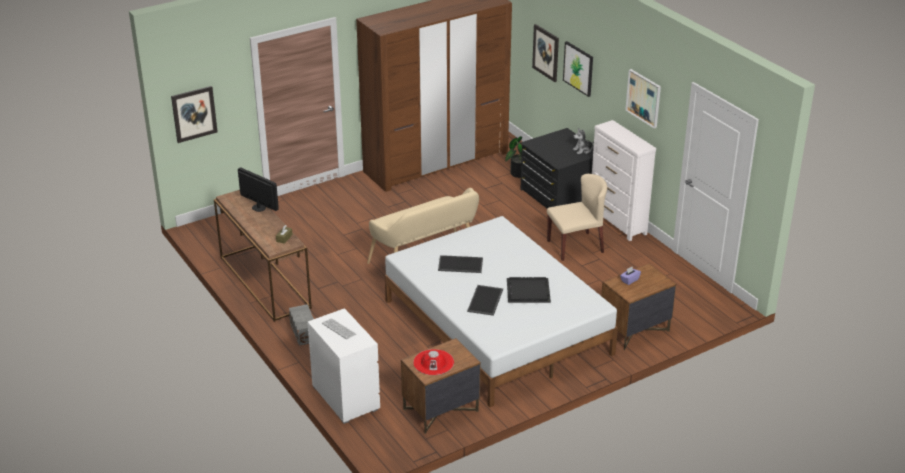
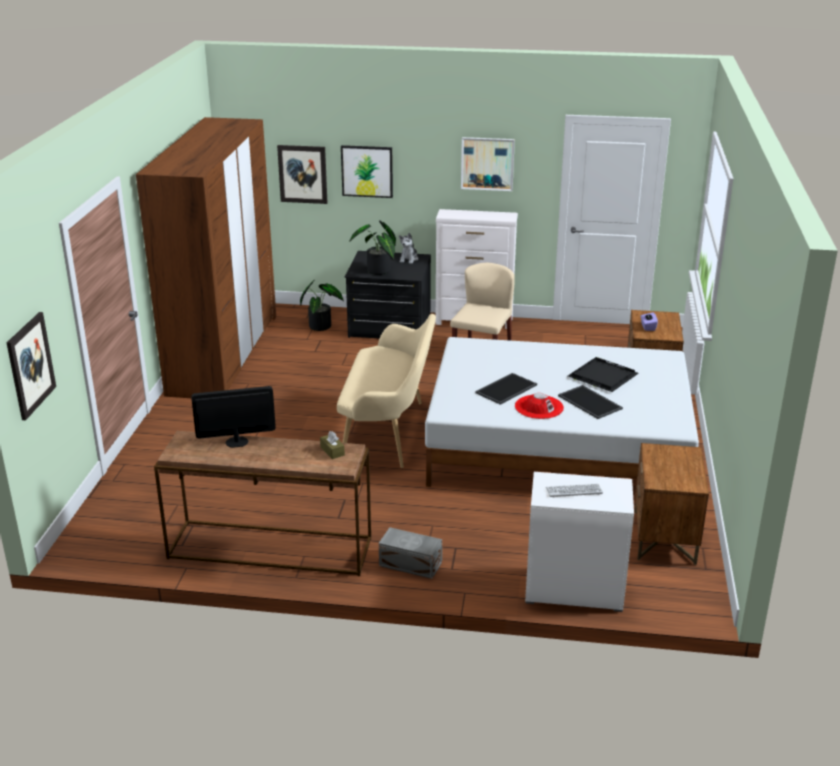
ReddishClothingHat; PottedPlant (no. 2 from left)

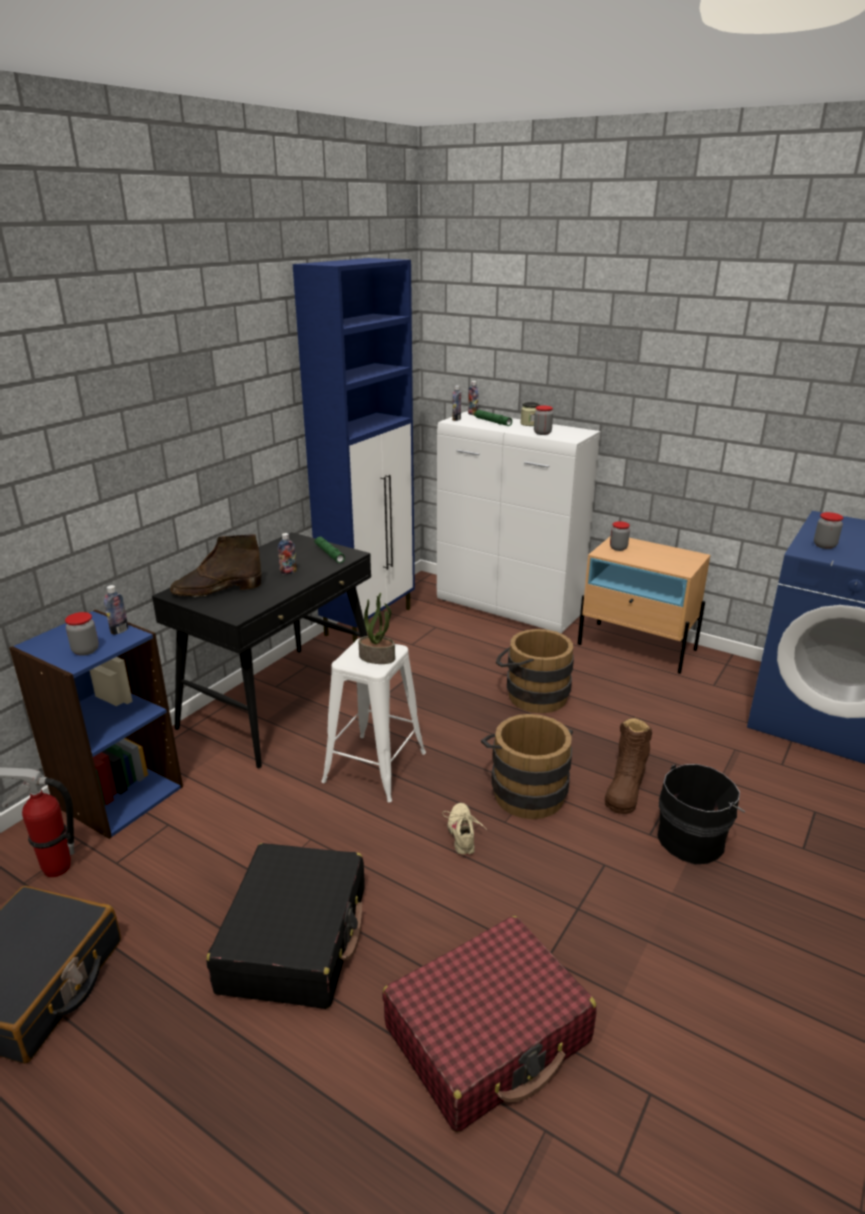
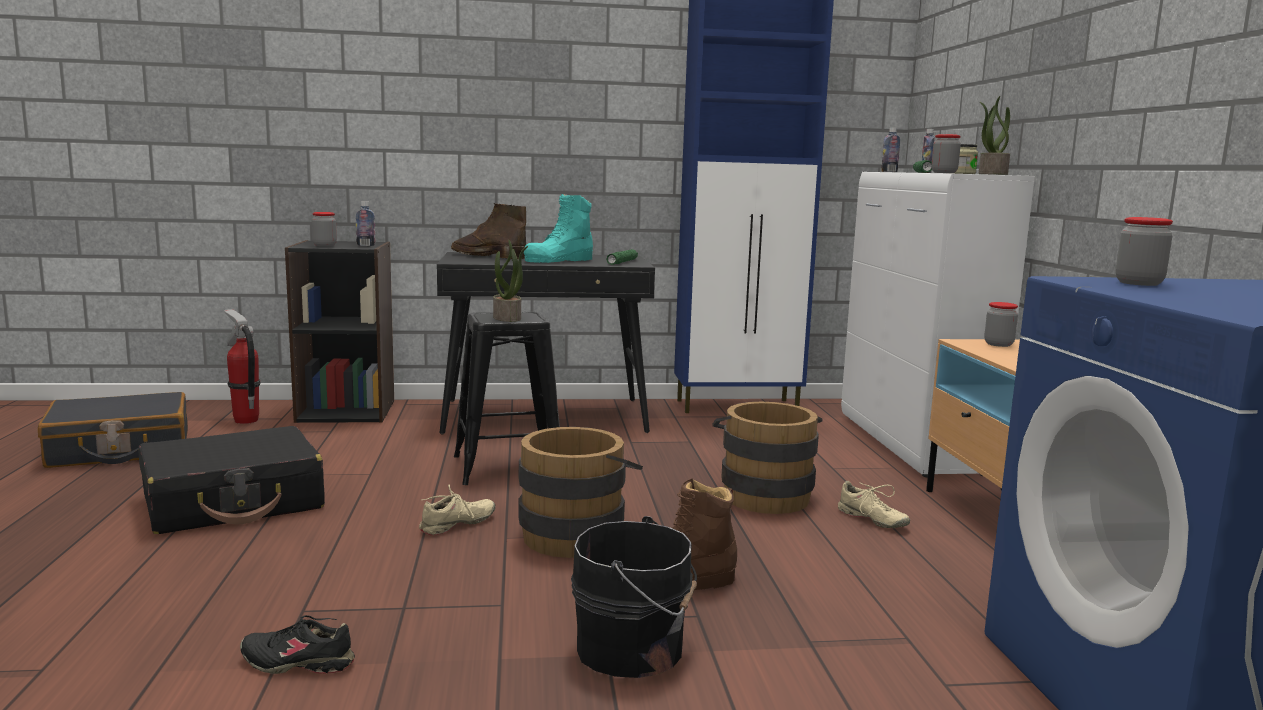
TurquoiseColouredTallBoot; BlackShelvingUnit; BlackStoolSeat; ReddishSuitcase; PottedPlant (no. 2 from left); BeigeItemOfFootwear (no. 2 from left); BlackItemOfFootwear

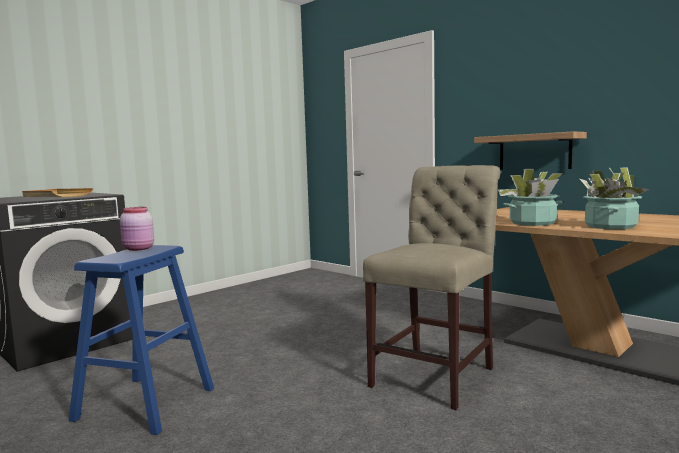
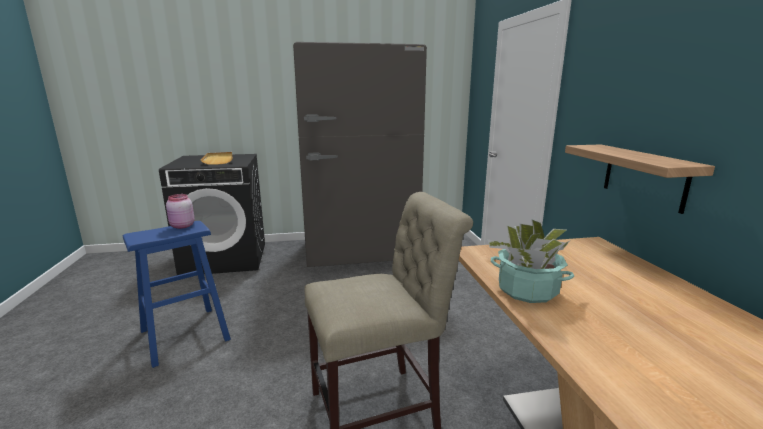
PottedPlant (no. 2 from left in the first image); GrayRefrigerator

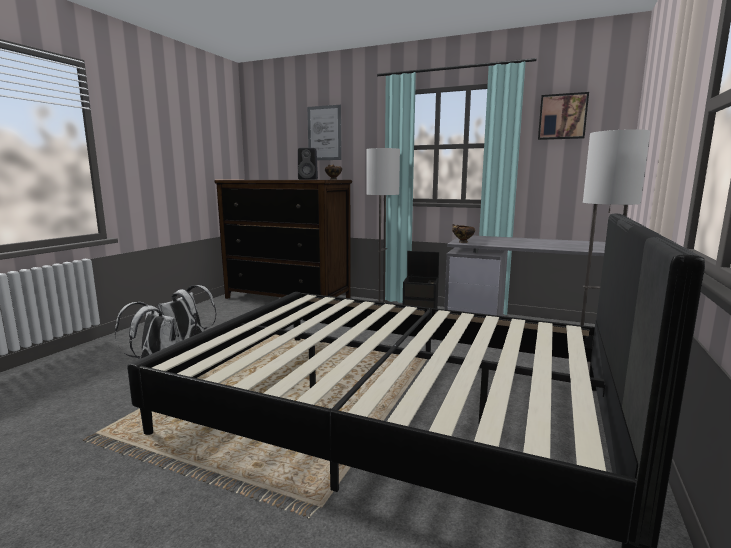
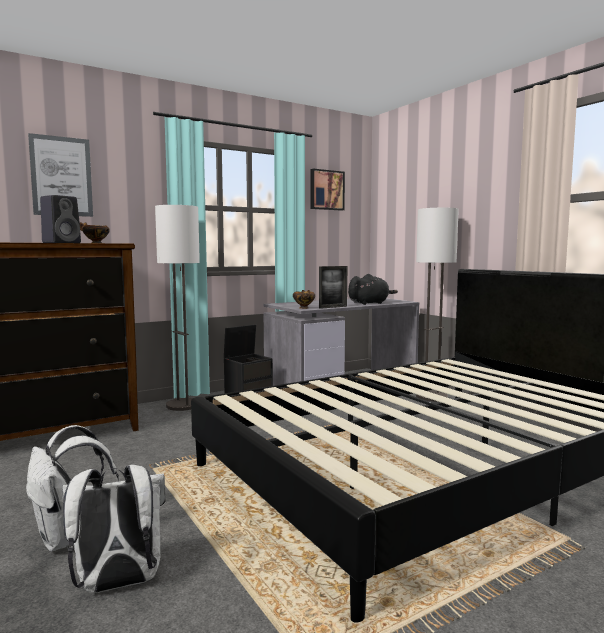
PhotoFrame; BlackSoftToy

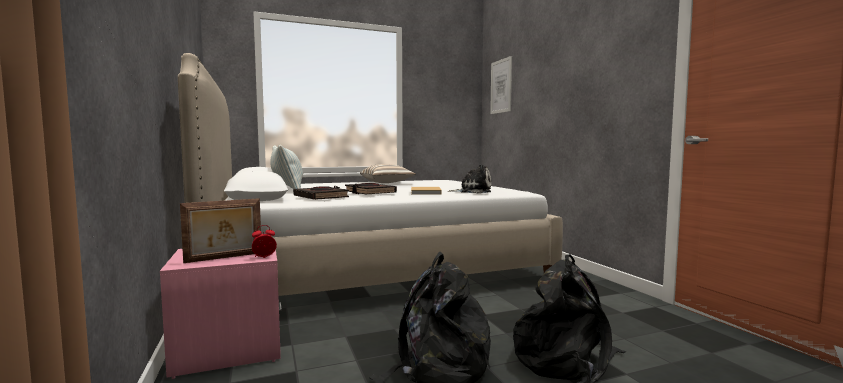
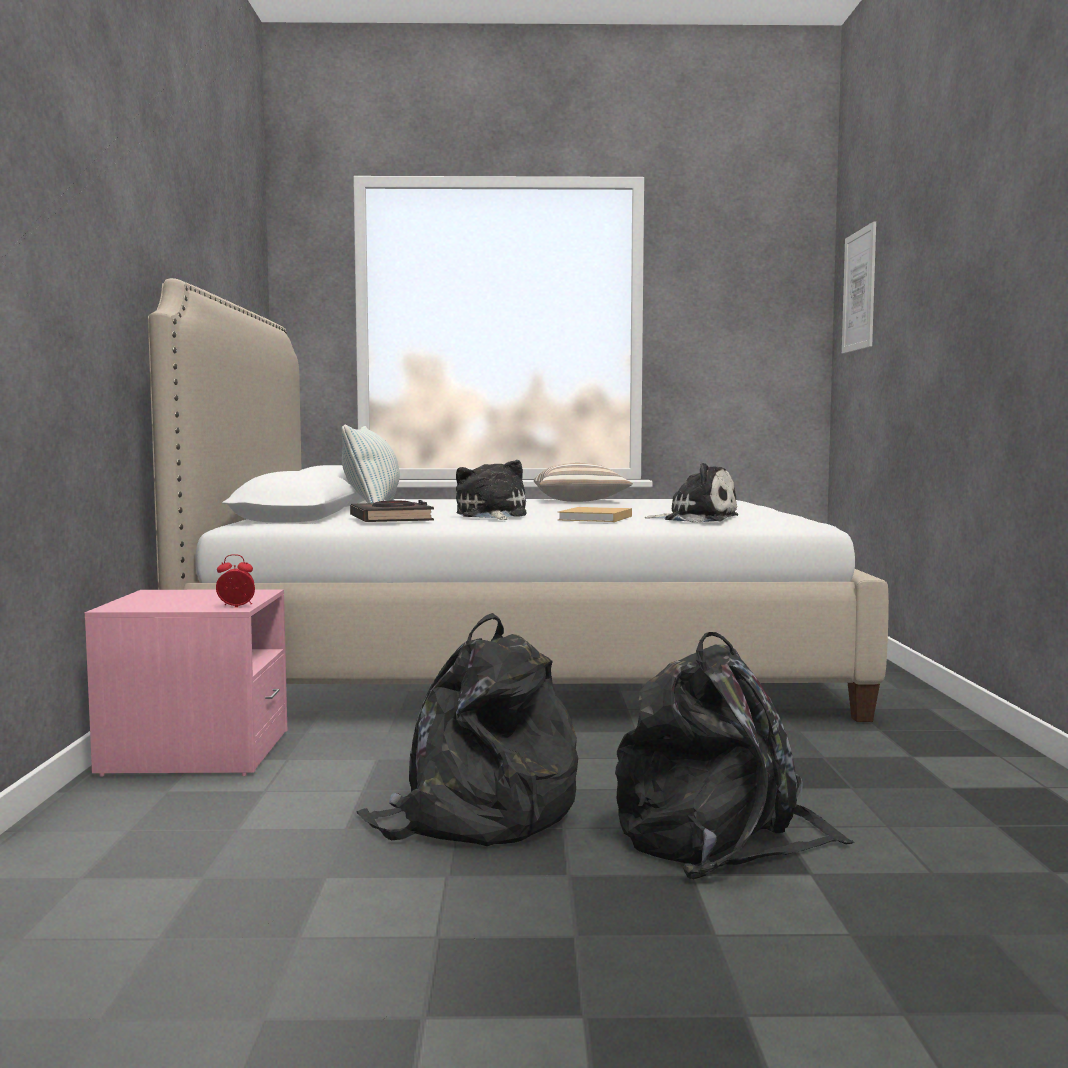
SoftToy (no. 1 from left); PhotoFrame

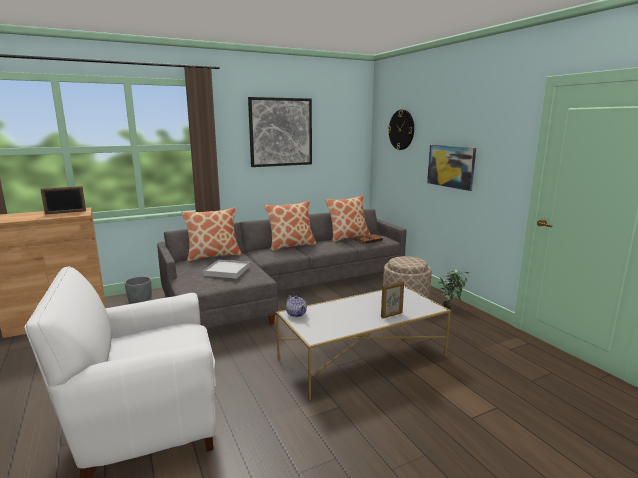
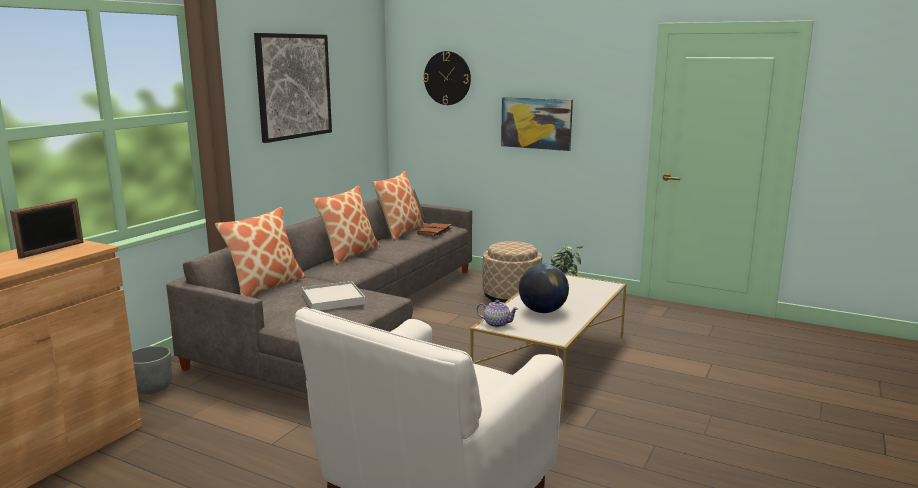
PhotoFrame (no. 2 from left in the first image); WorldGlobe

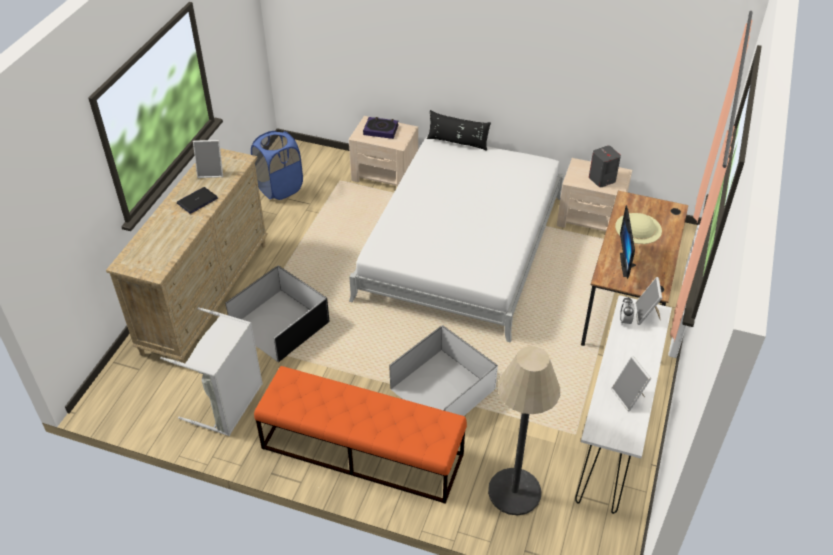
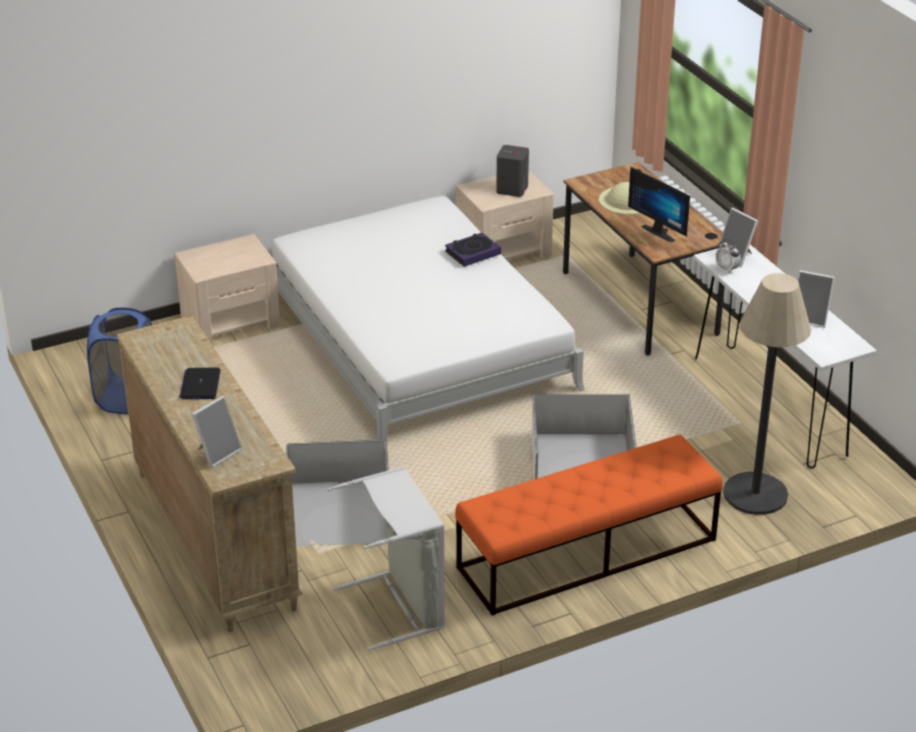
BlackPillow; Book; PhotoFrame (no. 1 from left)

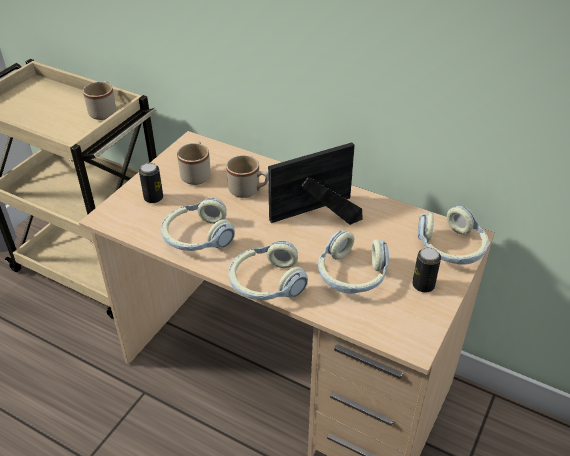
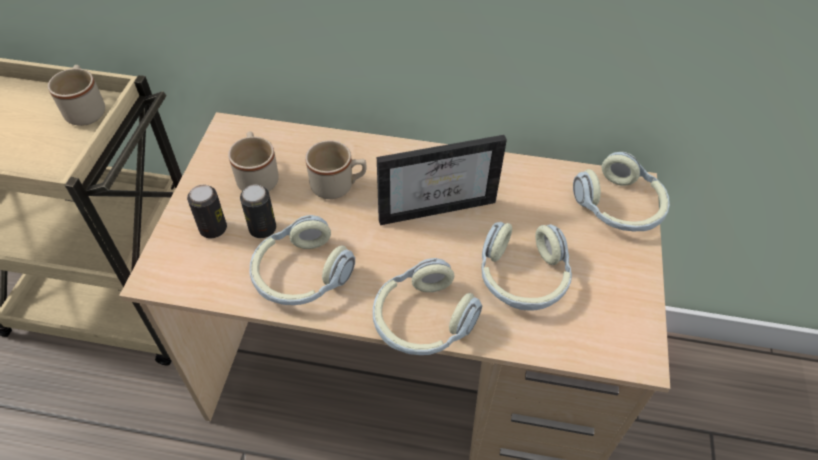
PhotoFrame; MetalCan (no. 2 from left)

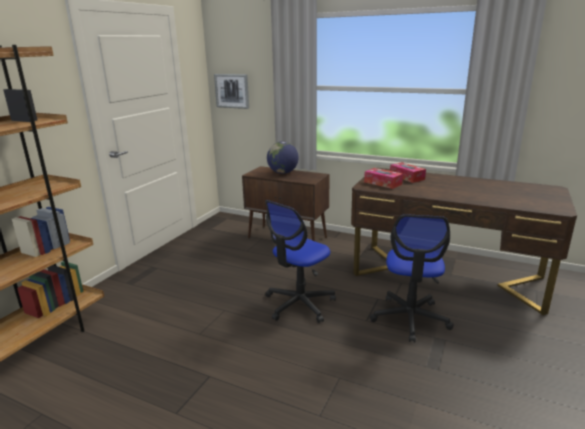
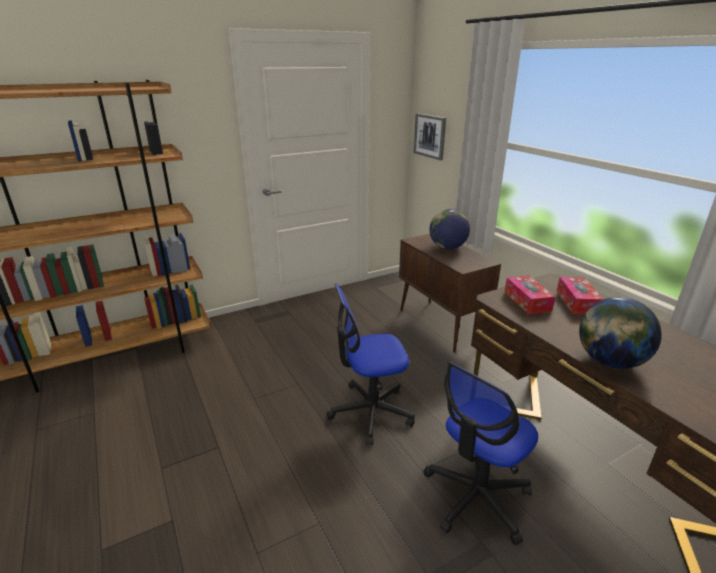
WorldGlobe (no. 2 from left)

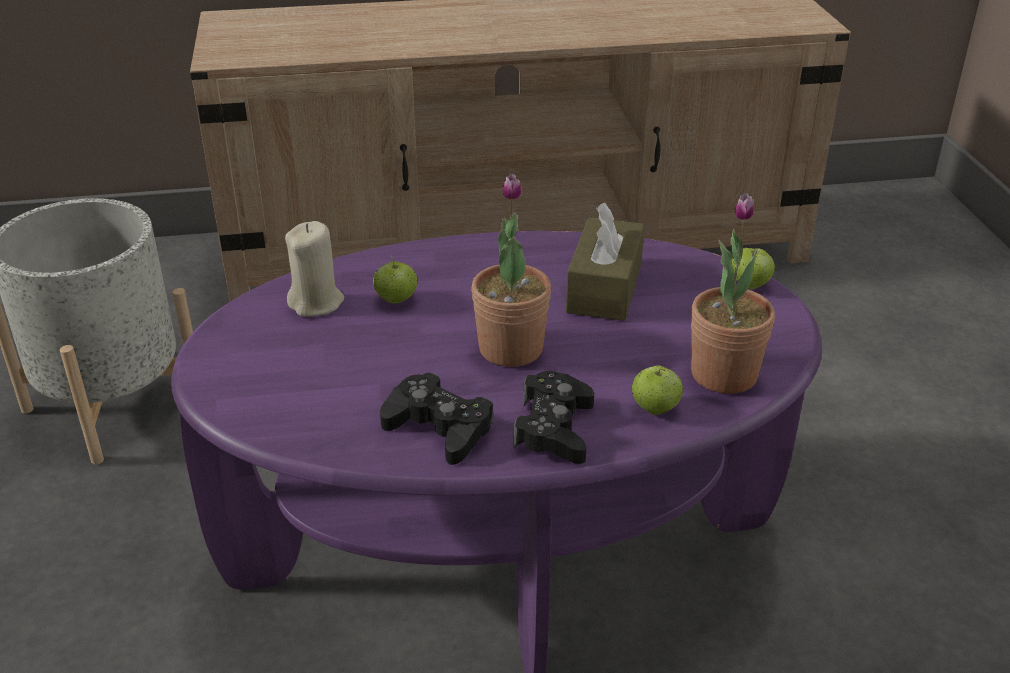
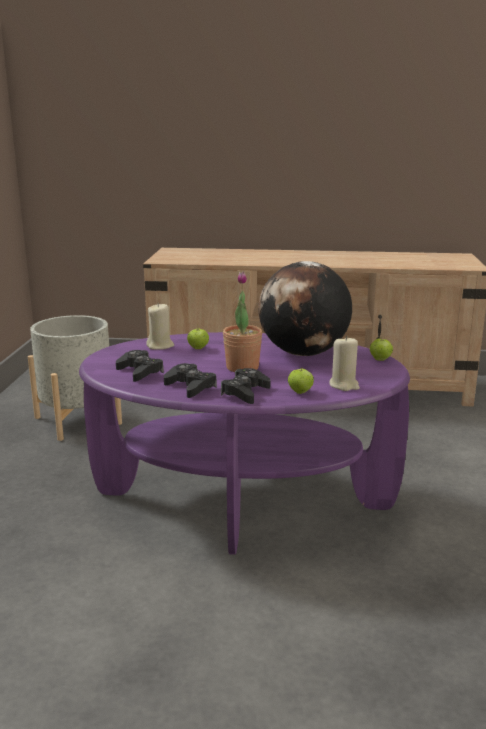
BeigeWaxLight (no. 2 from left); WorldGlobe; BlackGameController (no. 1 from left)

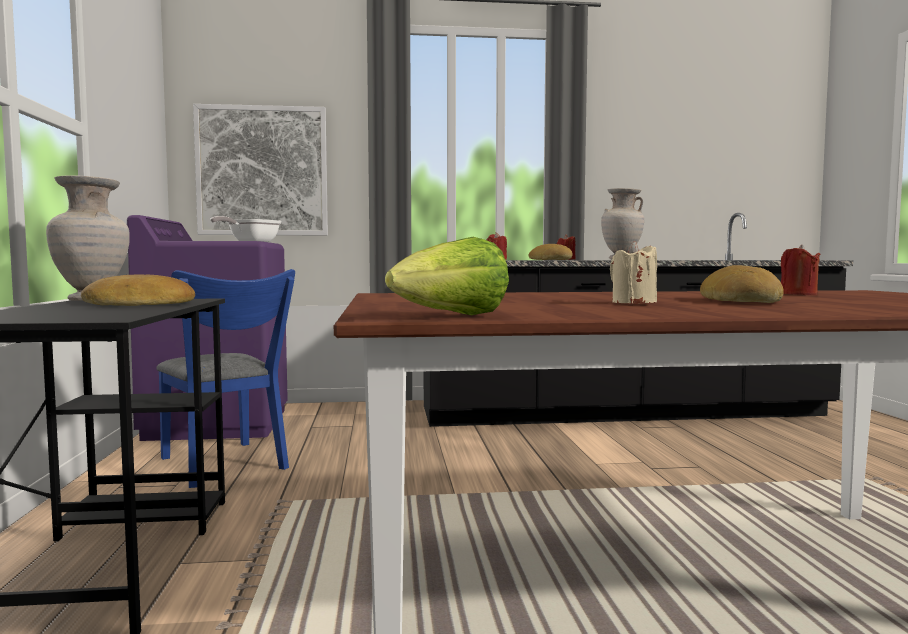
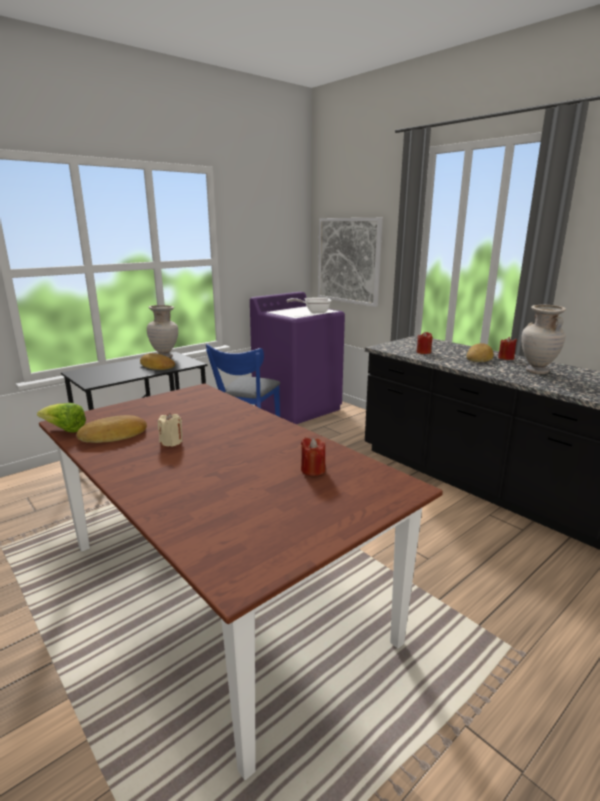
BakeryBread (no. 1 from left)

